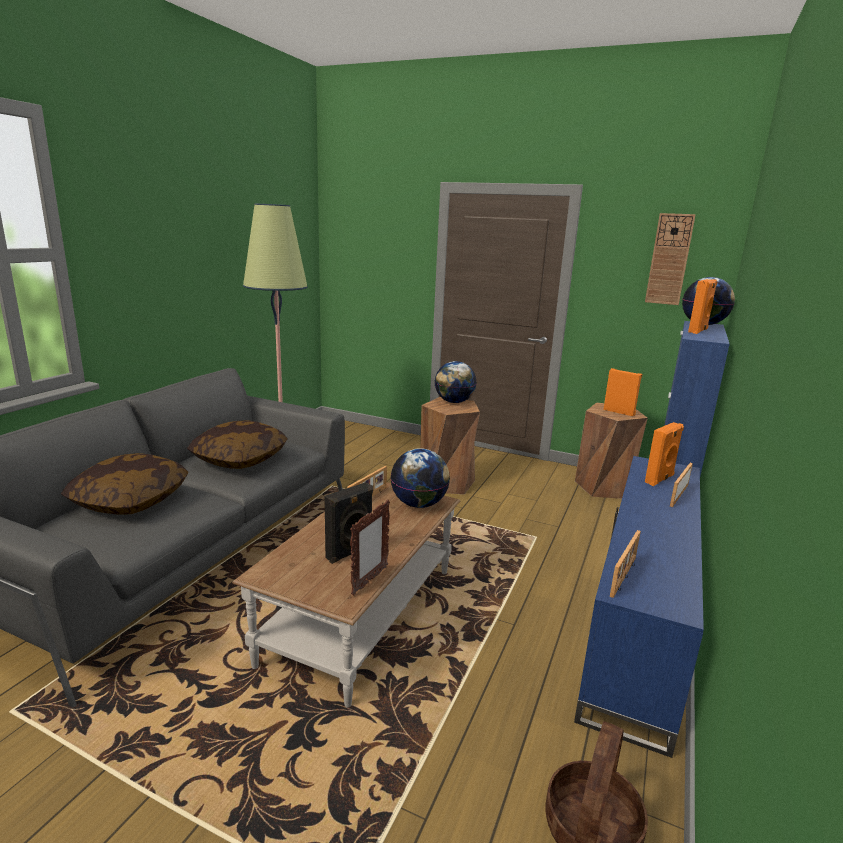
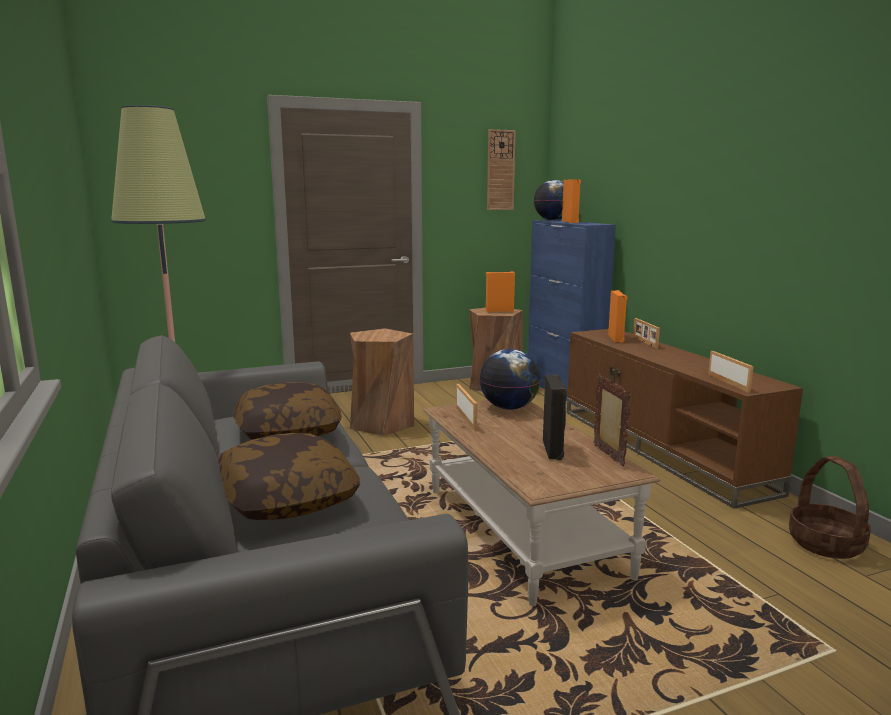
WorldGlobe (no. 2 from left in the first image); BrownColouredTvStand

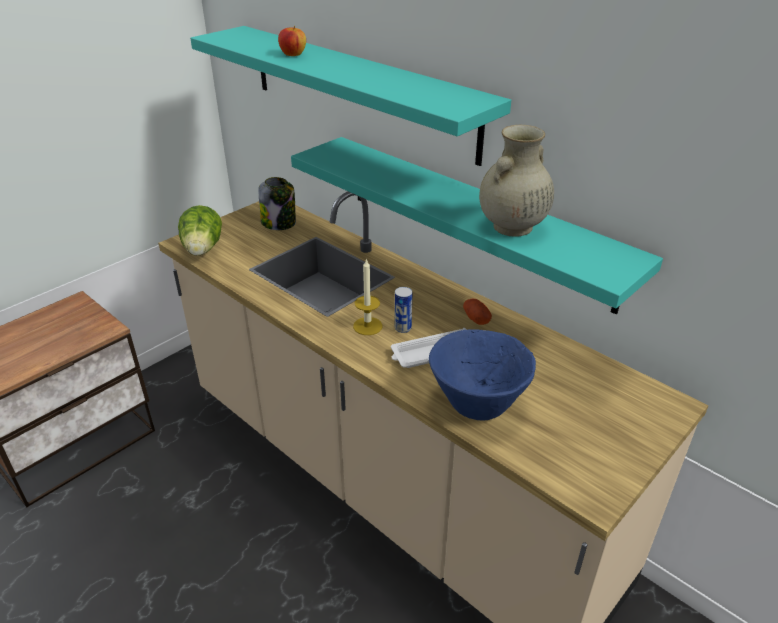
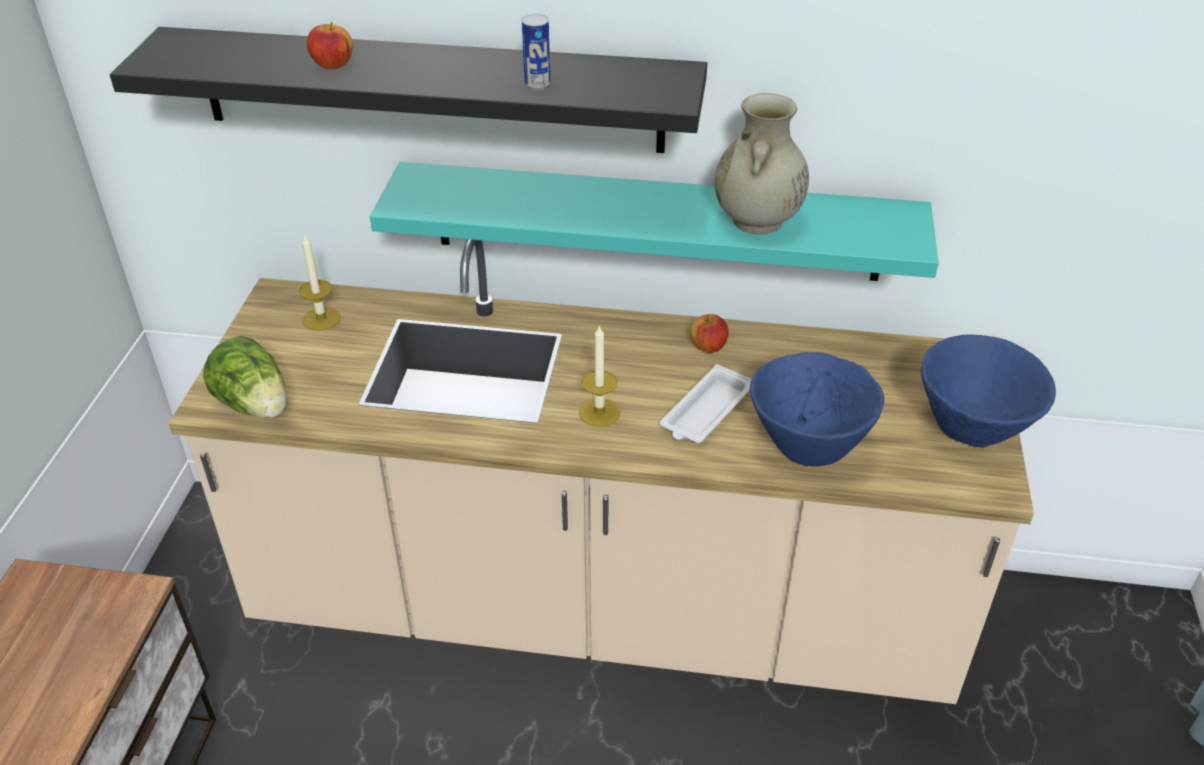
BlackWallShelf; WaxLight (no. 1 from left); MetalCan; WholeApple (no. 2 from left); BlueDeepDish (no. 2 from left)

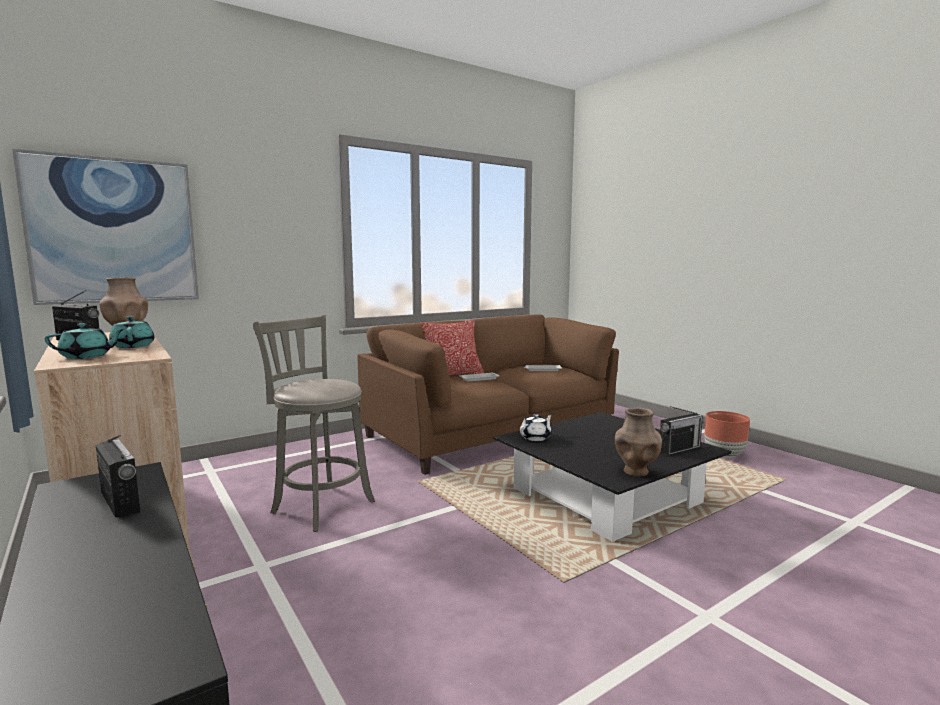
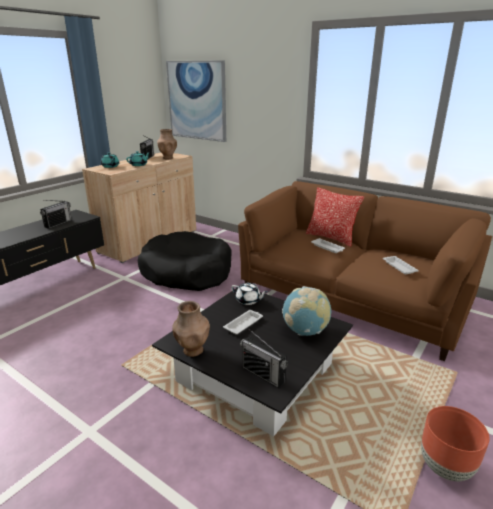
BlackPetBed; WorldGlobe; WhiteColouredTray (no. 1 from left)

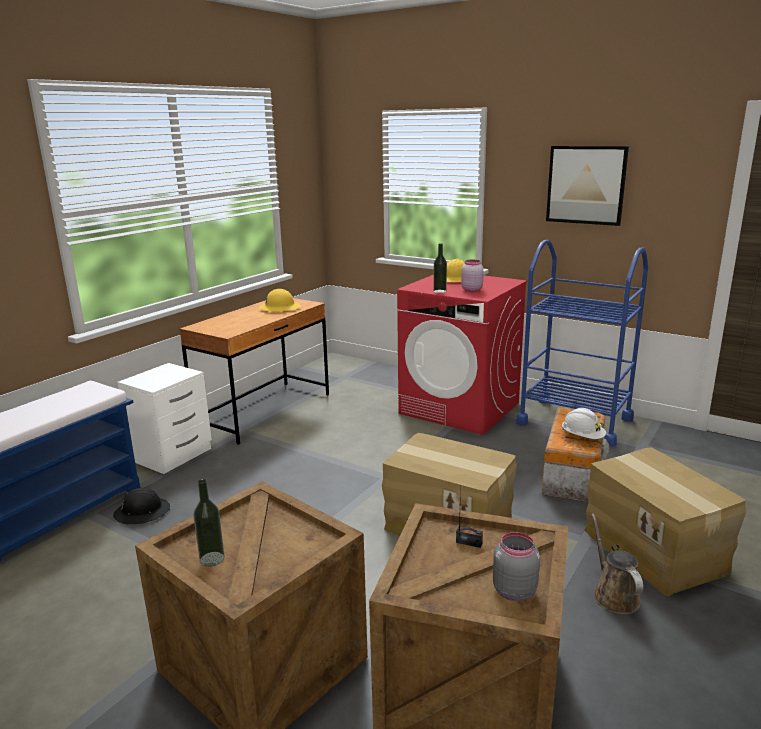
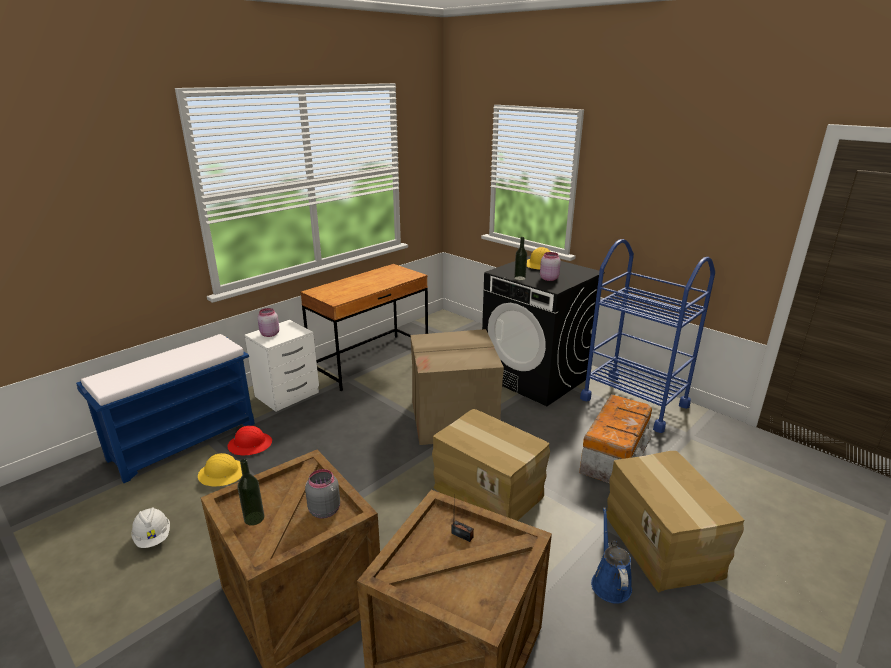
Picture; BlackLaundryMachine; YellowWorkHelmet (no. 1 from left); WhiteColouredWorkHelmet; ReddishWorkHelmet; BlueSprinklingCan; GrayJar; PinkColouredJar (no. 1 from left); PackingBox (no. 1 from left)

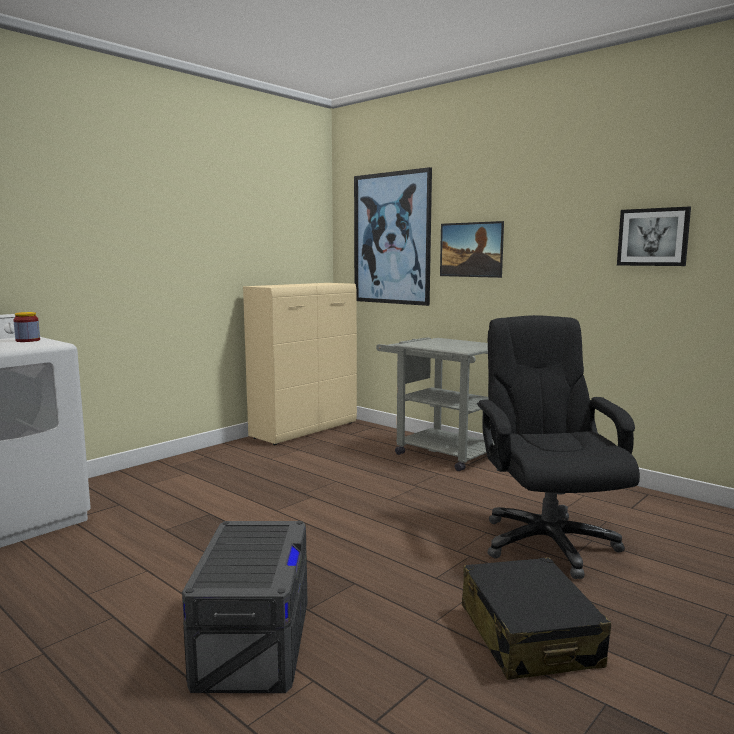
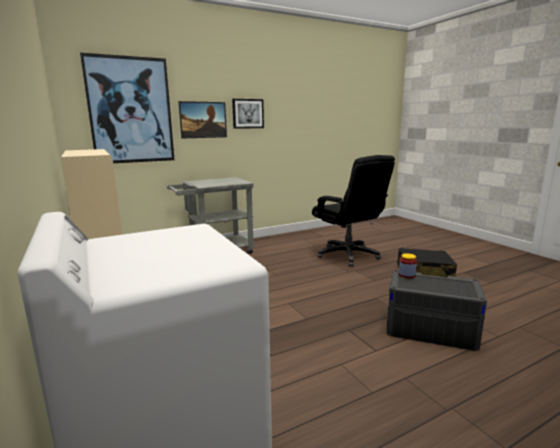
Picture (no. 3 from left); Jar; BlackDeskChair

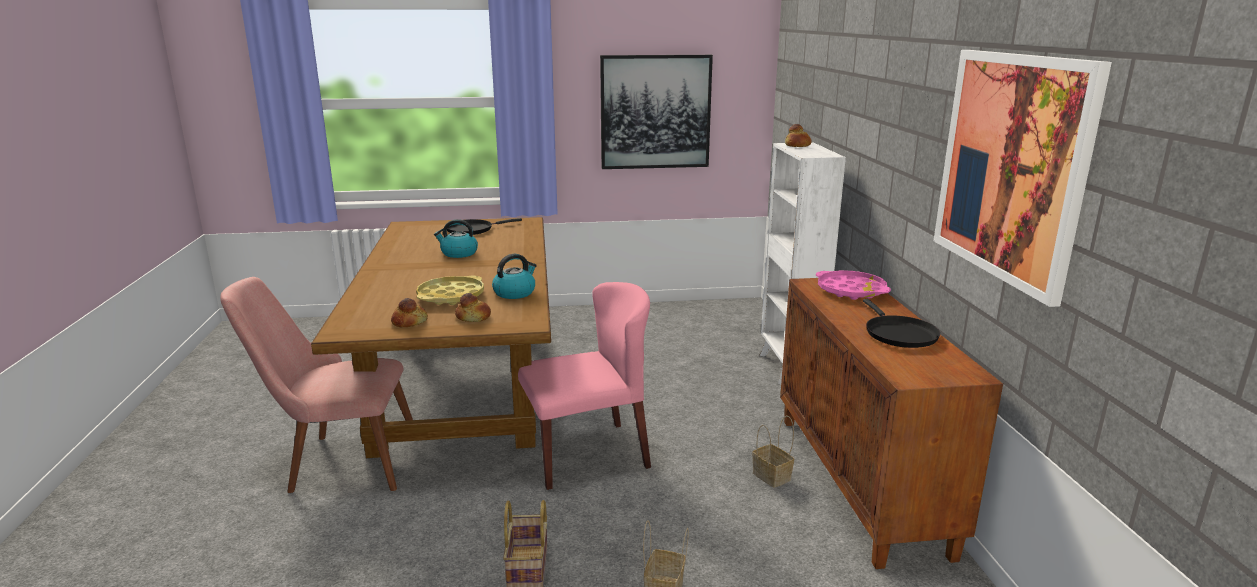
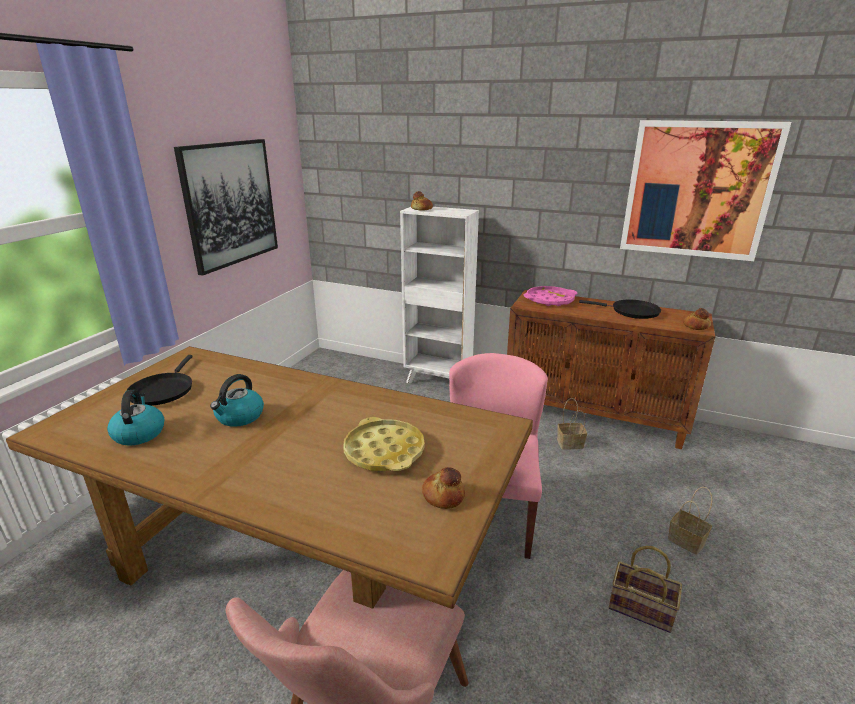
Kettle (no. 1 from left); BakeryBread (no. 3 from left)

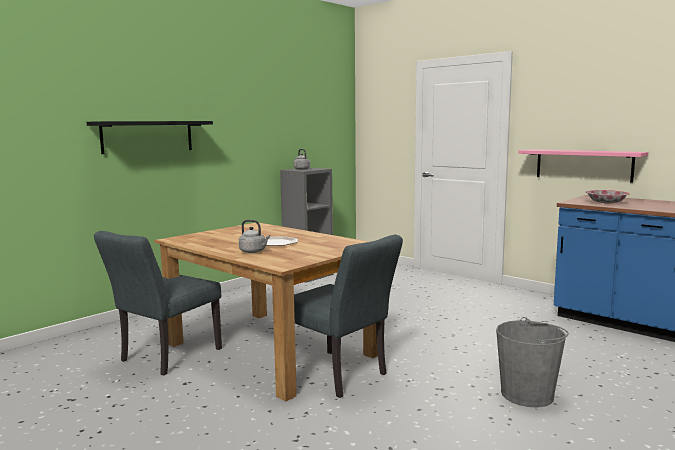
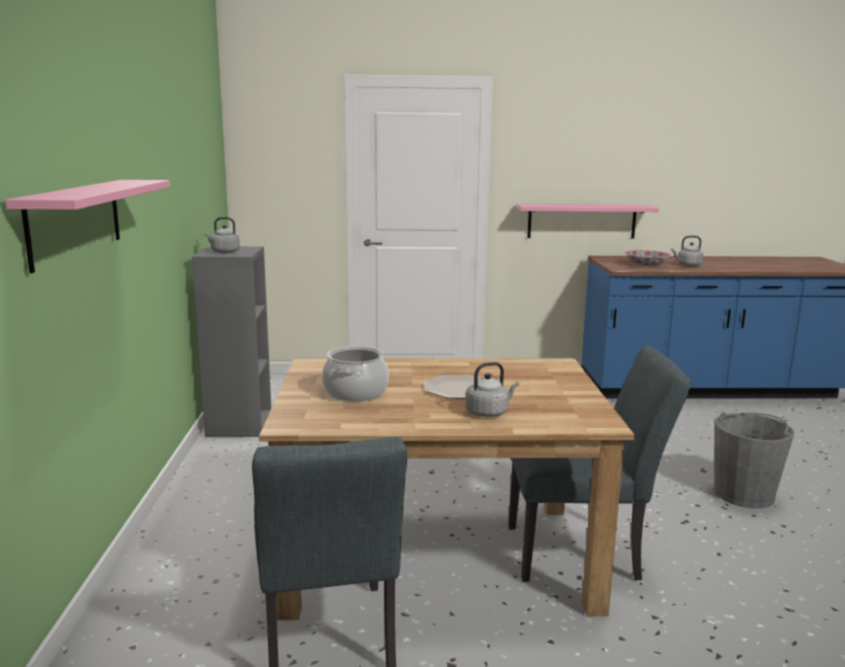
PinkColouredWallShelf (no. 1 from left); GrayKettle (no. 3 from left); Saucepot

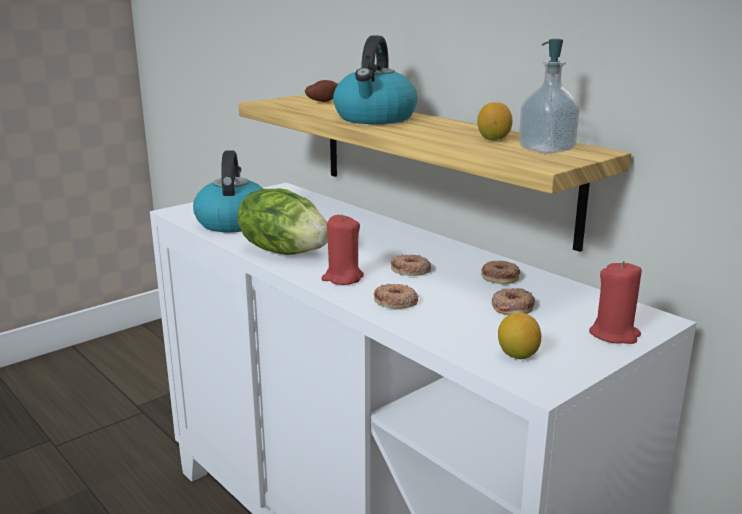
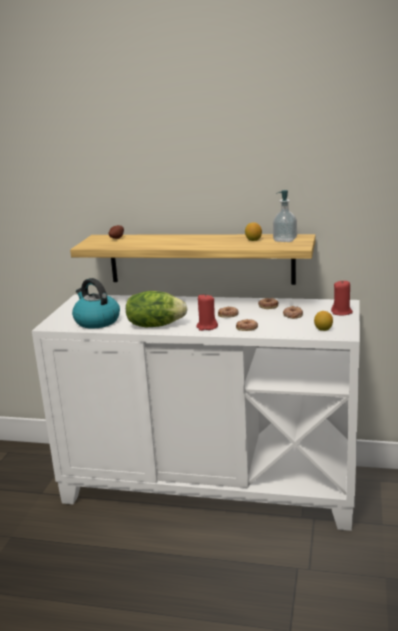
Kettle (no. 2 from left in the first image)

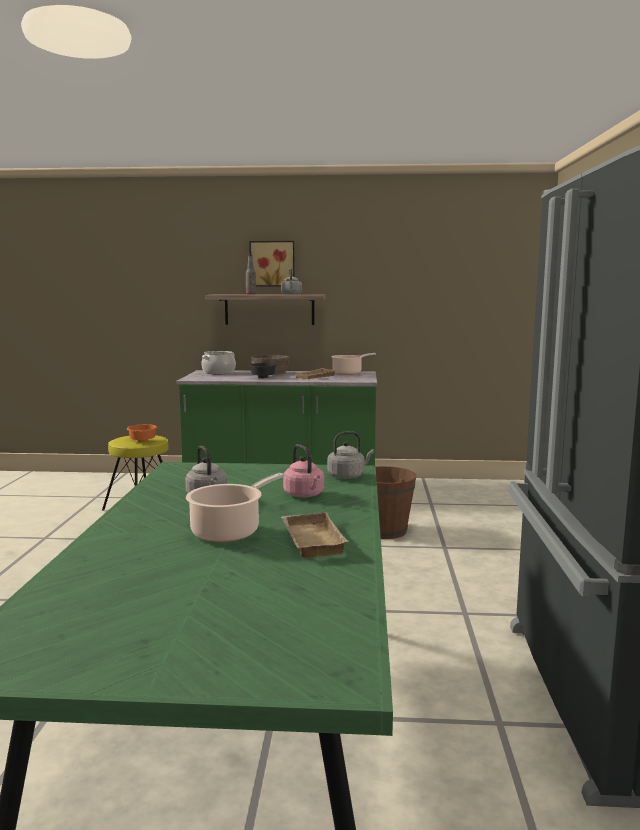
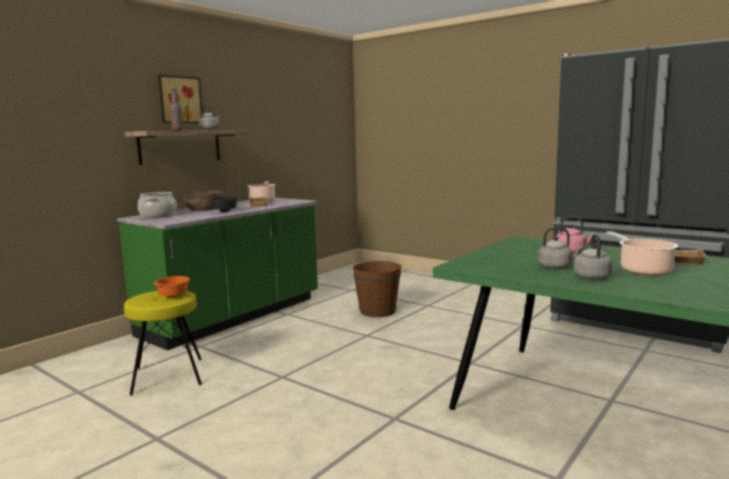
GrayKettle (no. 3 from left)

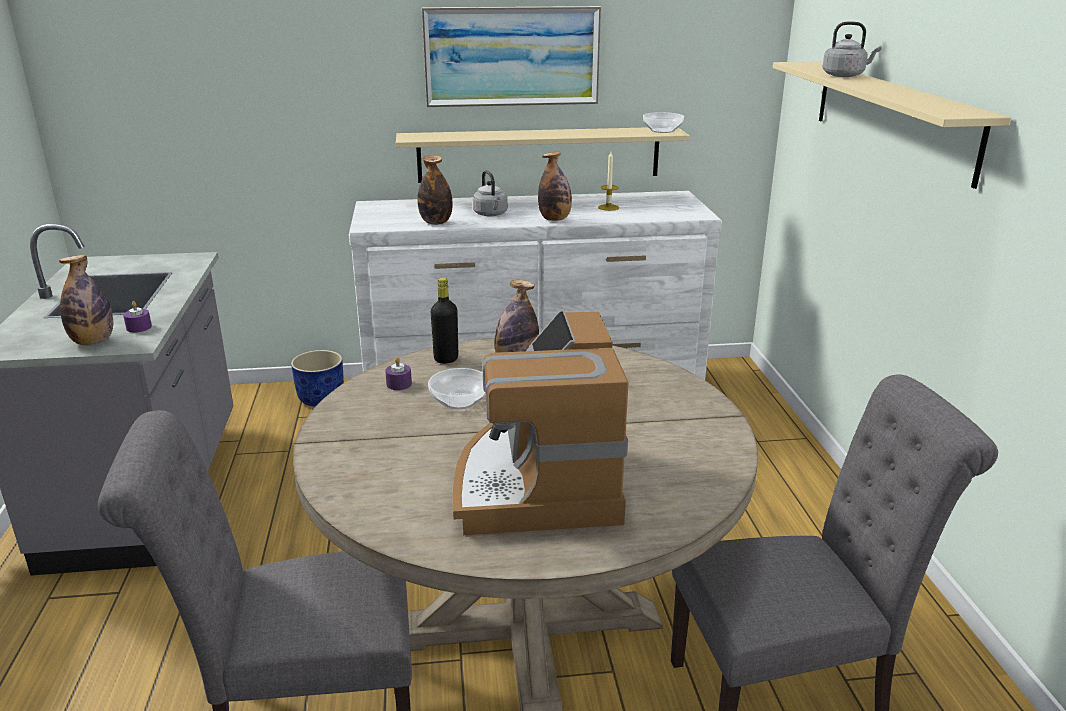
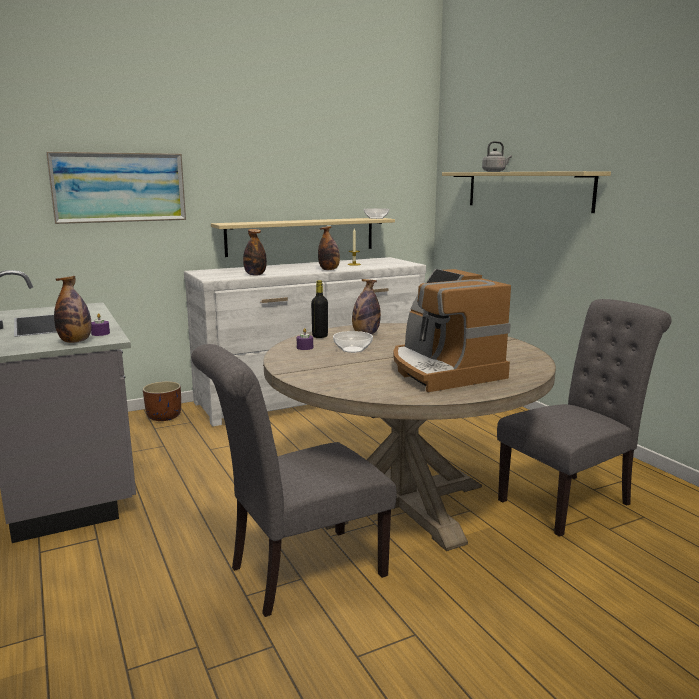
Picture; GrayKettle (no. 1 from left in the first image); BrownColouredFlowerPot

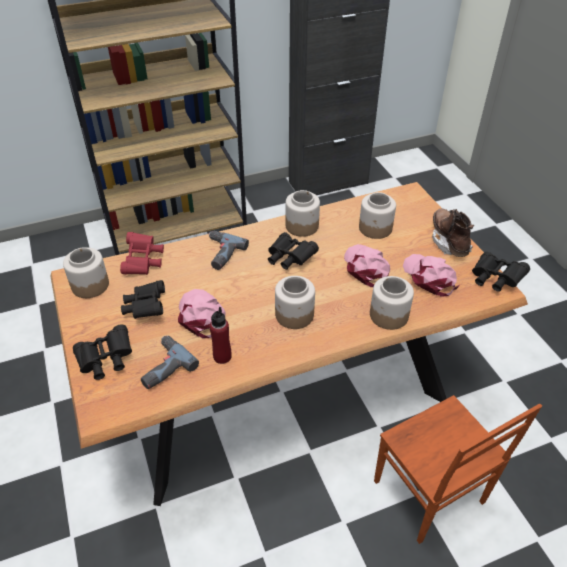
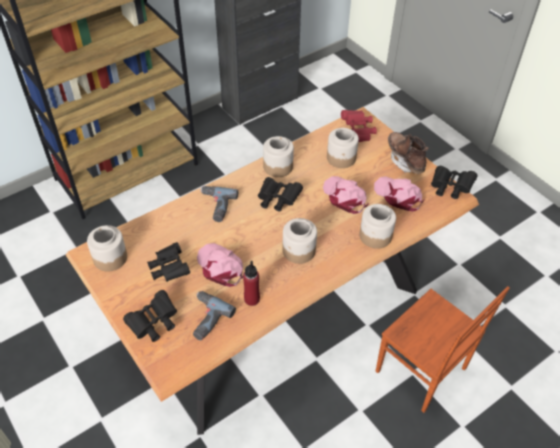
ReddishPairOfBinoculars

